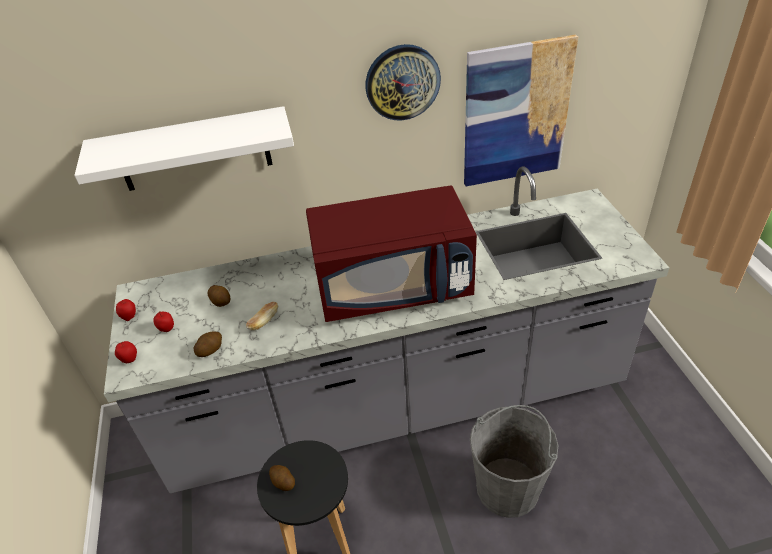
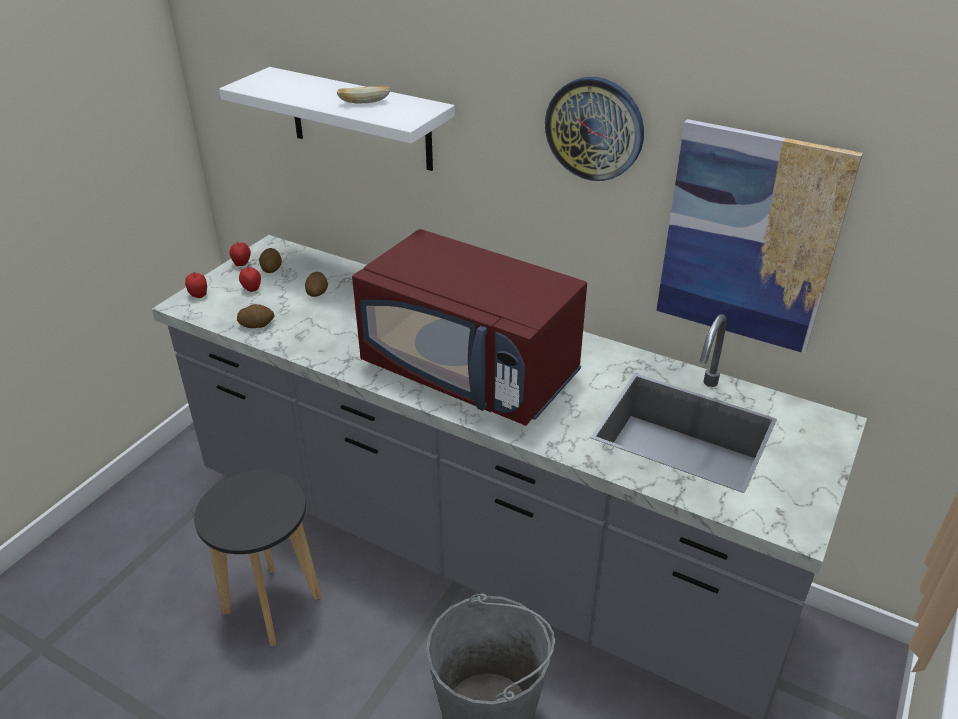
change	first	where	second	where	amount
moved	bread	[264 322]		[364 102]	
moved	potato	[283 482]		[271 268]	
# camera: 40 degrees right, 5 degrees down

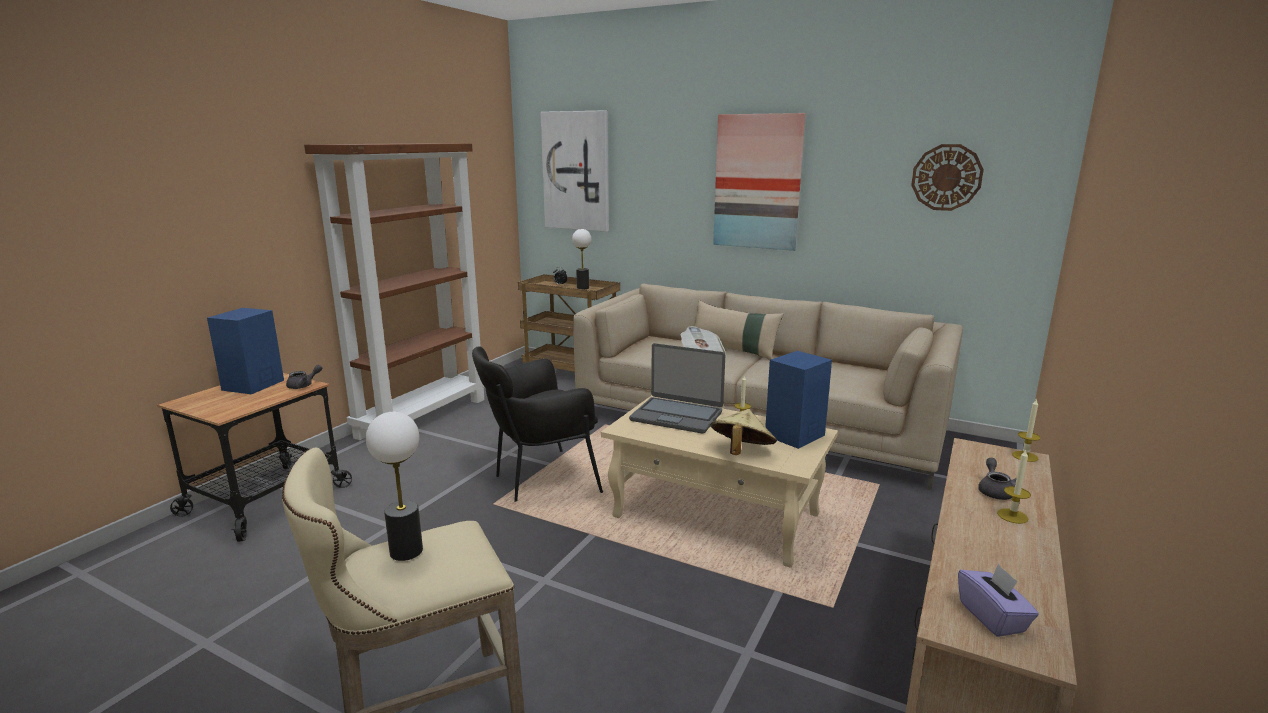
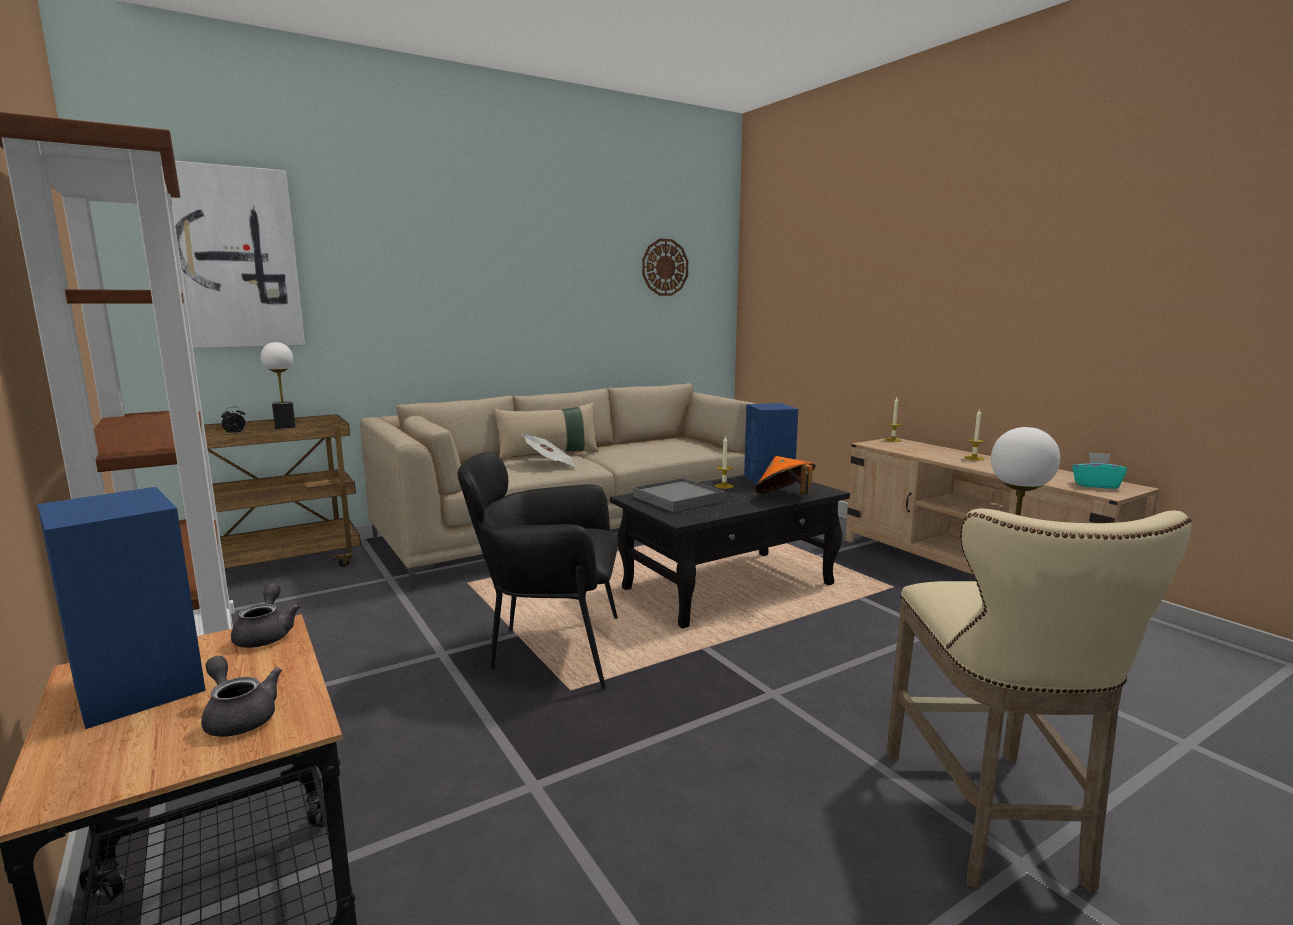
change	first	where	second	where	amount
removed	picture	[757 182]			
replaced	laptop	[677 416]	grey_tray	[678 498]	
turned	black_armchair	[539 480]		[549 649]	90 degrees clockwise
recoloured	beige_coffee_table	[717 516]	black_coffee_table	[729 586]	
recoloured	beige_hat	[741 452]	orange_hat	[784 497]	
moved	grey_teapot	[995 491]		[239 717]	
recoloured	purple_tissue_box	[992 617]	turquoise_tissue_box	[1096 485]	
# camera: 60 degrees left, 5 degrees down

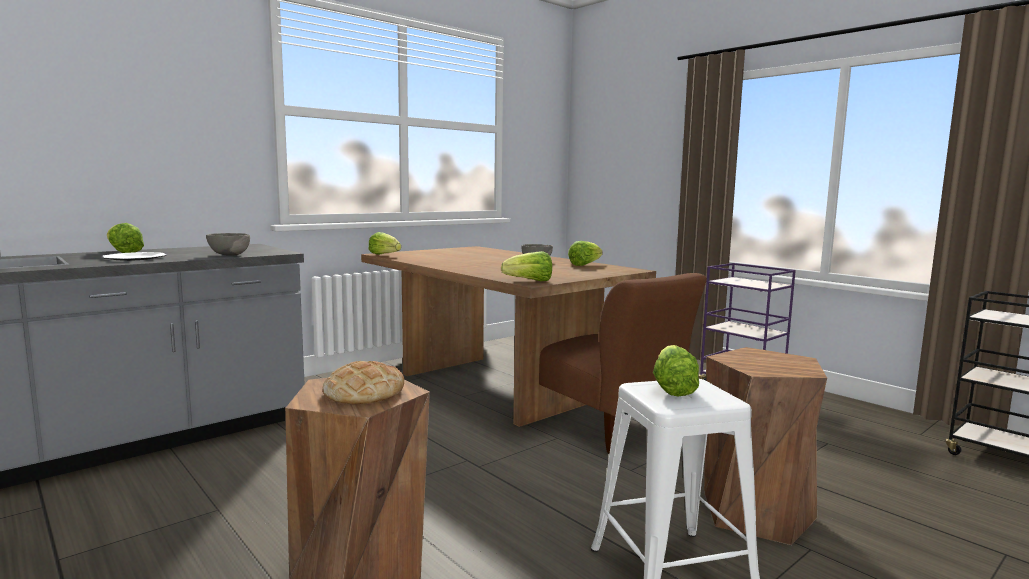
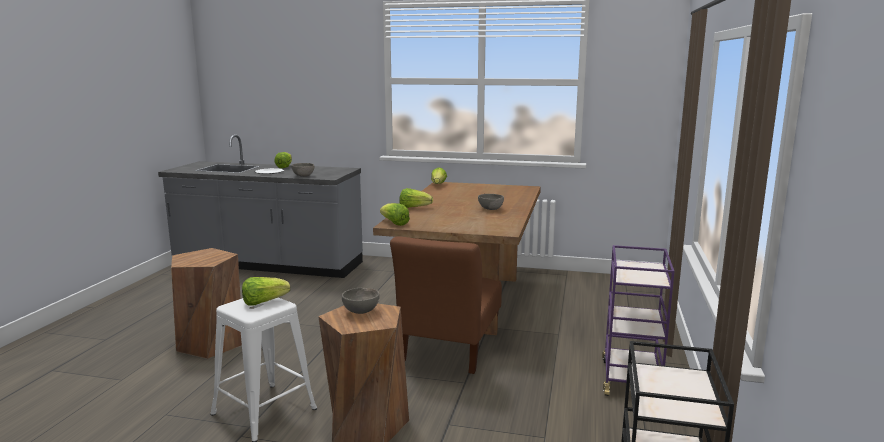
change	first	where	second	where	amount
moved	lettuce	[584 265]		[414 207]	
removed	bread	[364 393]			
added			grey_bowl	[361 312]	
# camera: 55 degrees right, 5 degrees up

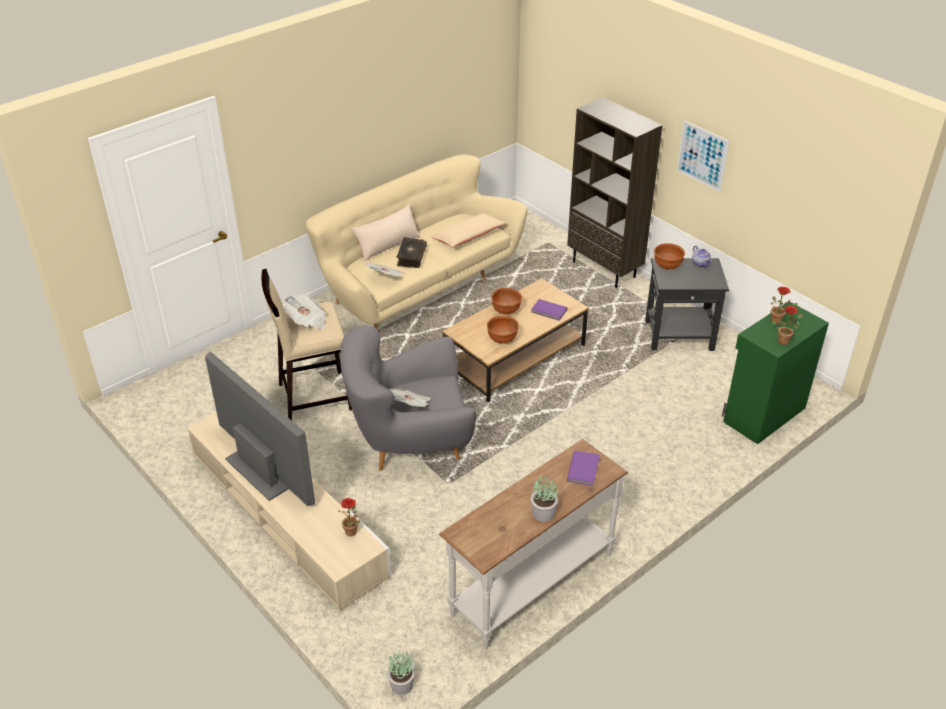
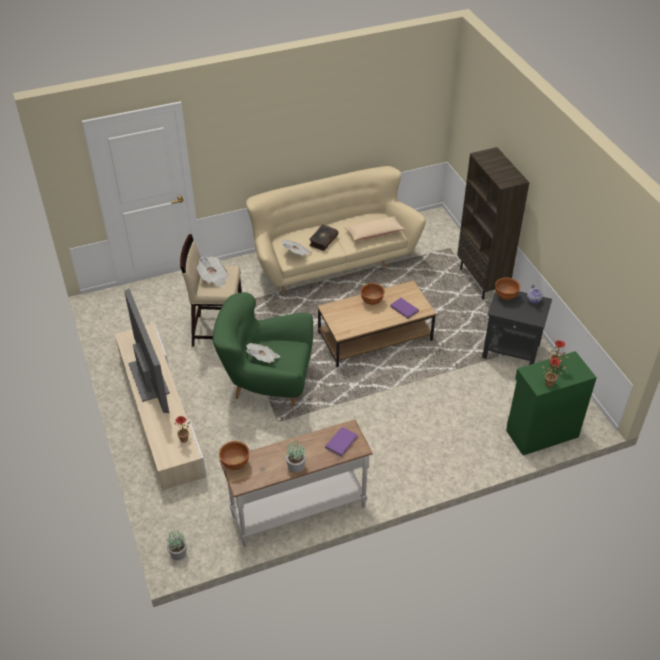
change	first	where	second	where	amount
removed	picture	[702 156]			
removed	beige_pillow	[388 245]			
moved	brown_bowl	[502 340]		[235 463]	
recoloured	grey_armchair	[411 443]	green_armchair	[267 383]	
# camera: 20 degrees right, 5 degrees up

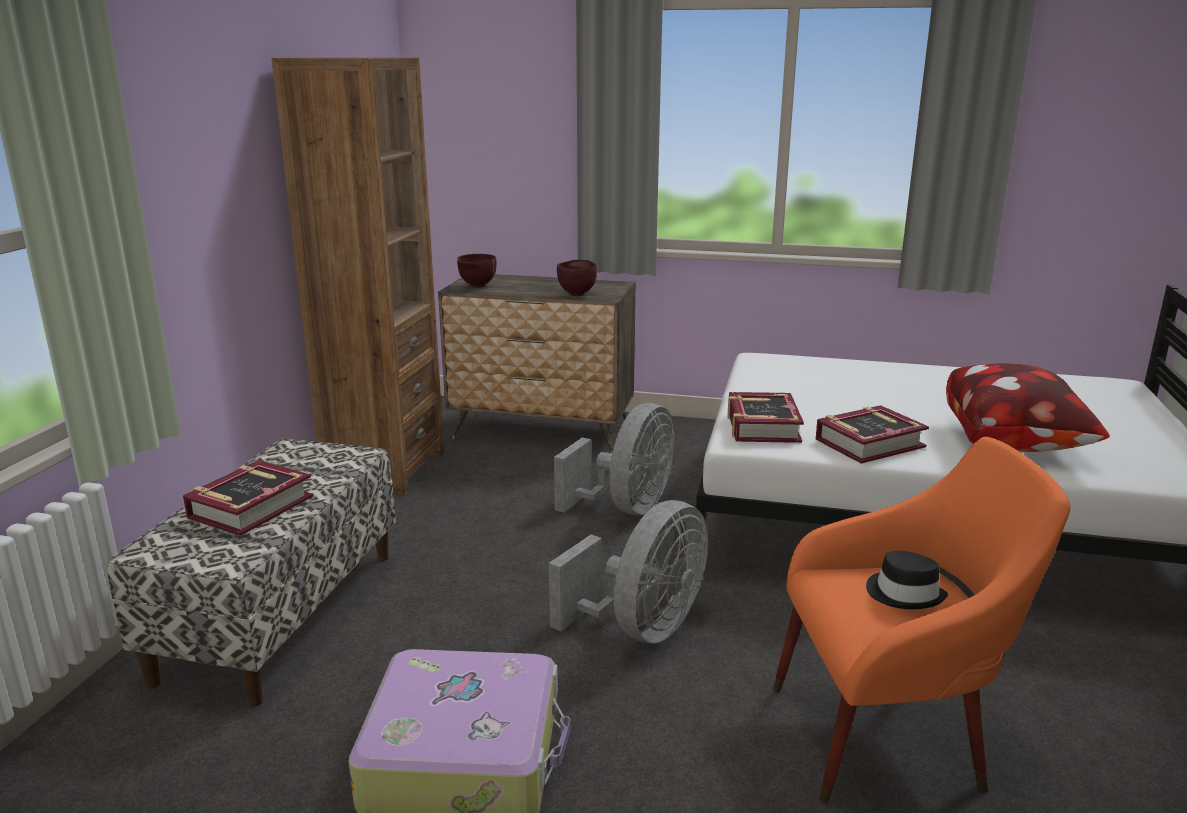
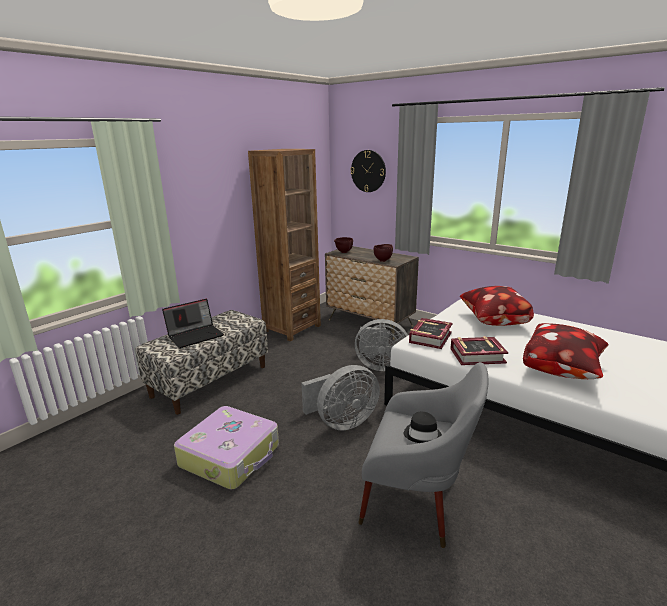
change	first	where	second	where	amount
turned	grey_fan	[627 508]		[379 366]	45 degrees clockwise
recoloured	orange_armchair	[889 734]	grey_armchair	[417 504]	
replaced	book	[250 507]	laptop	[196 335]	
added			wall_clock	[368 171]	
added			pillow	[493 322]	
# camera: 25 degrees right, 0 degrees up

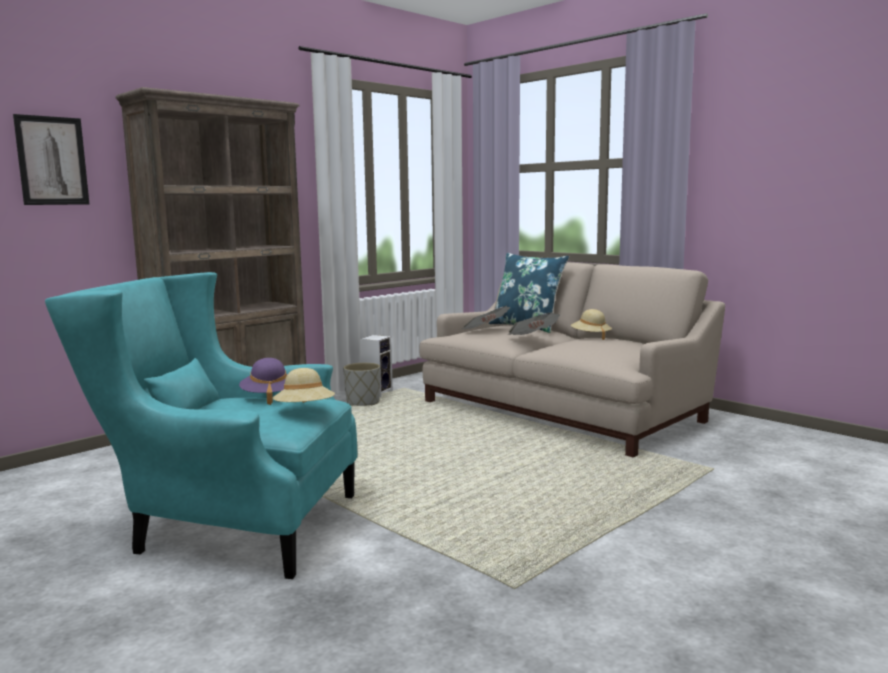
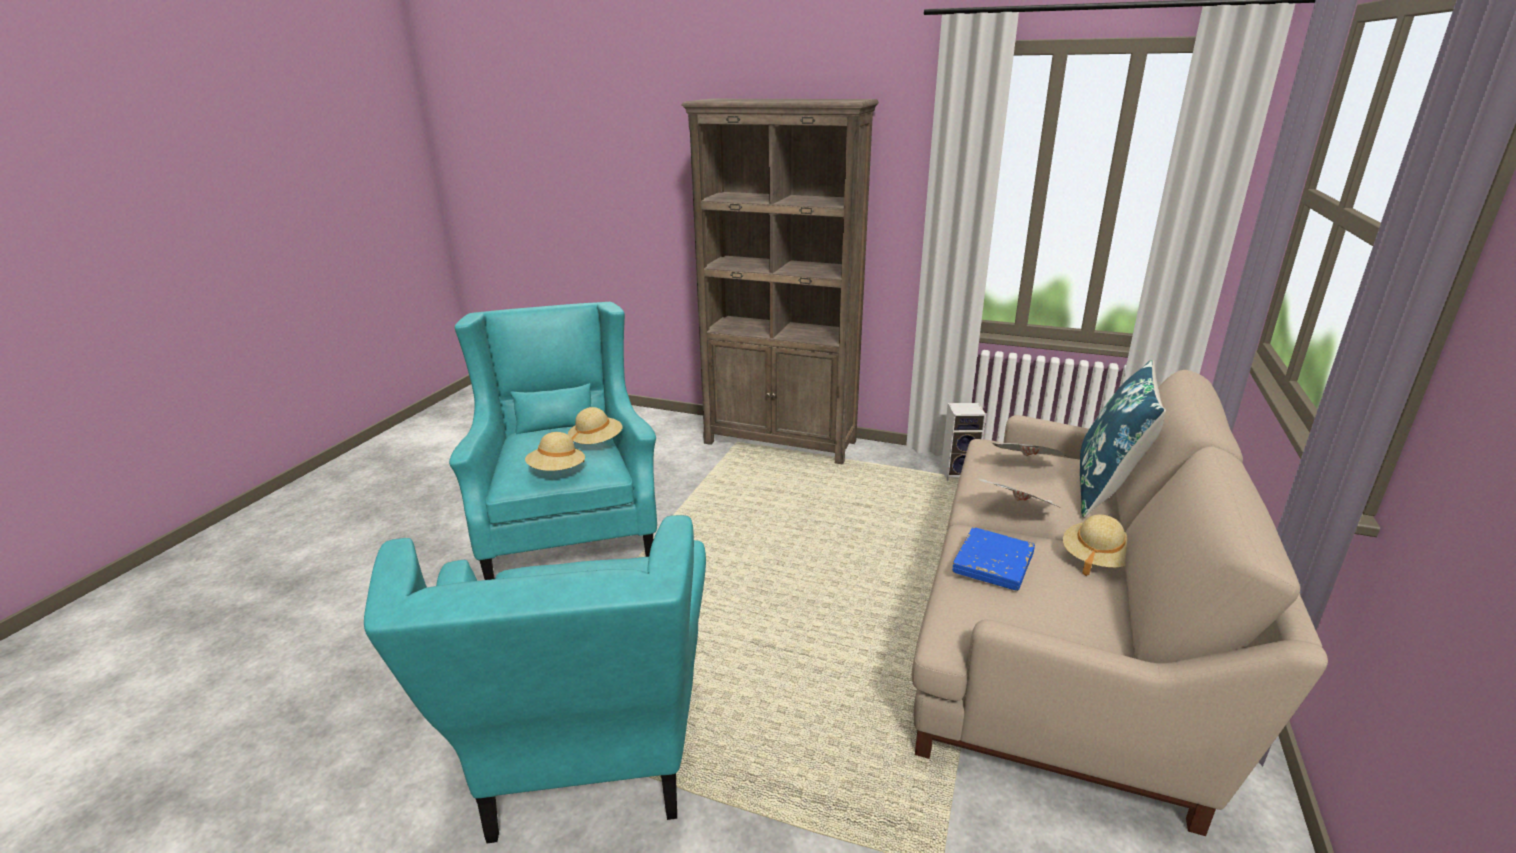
change	first	where	second	where	amount
removed	picture	[52 161]			
recoloured	purple_hat	[269 397]	beige_hat	[596 442]	
removed	grey_planter	[363 403]			
added			turquoise_armchair	[588 760]	
added			blue_book	[993 563]	
# camera: 65 degrees right, 15 degrees up

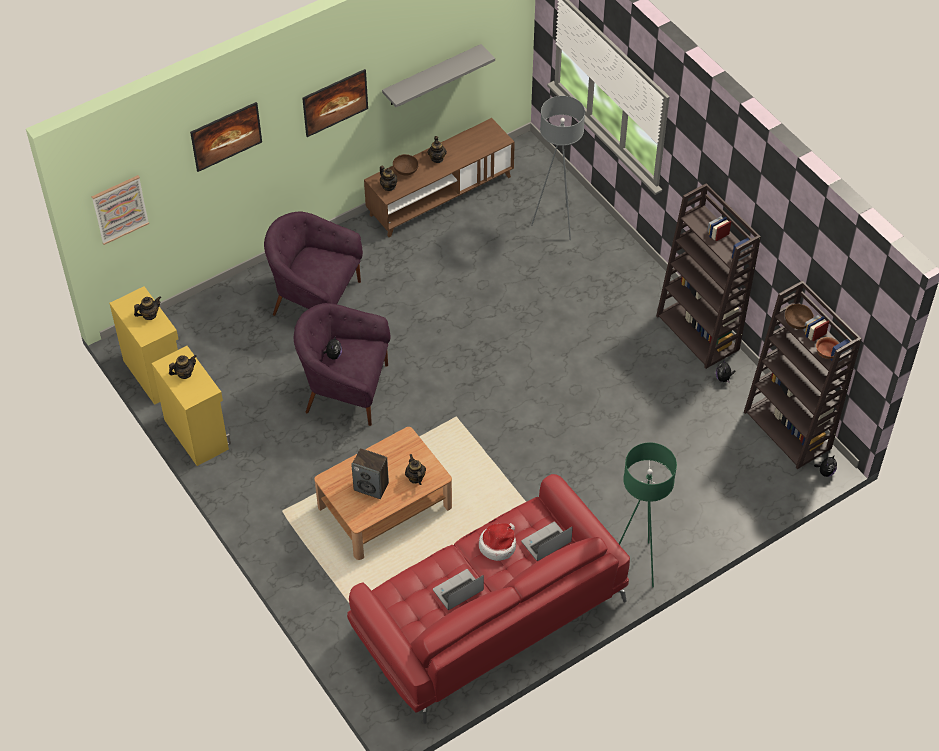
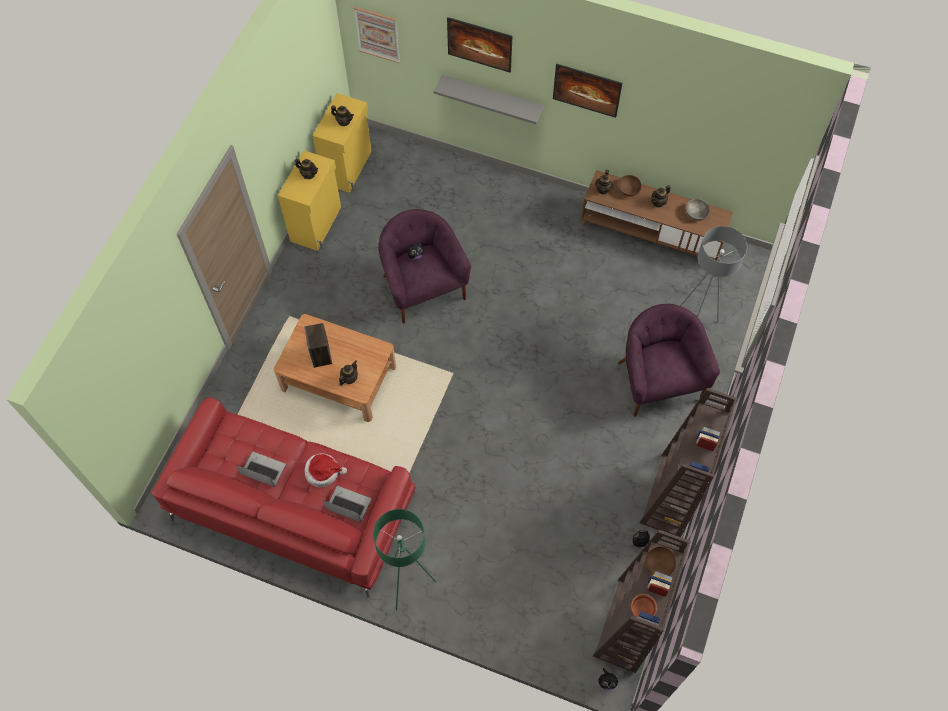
change	first	where	second	where	amount
moved	grey_shelf	[432 75]		[492 97]	
moved	purple_armchair	[315 298]		[658 381]	
added			grey_bowl	[696 214]	
# camera: 55 degrees right, 10 degrees up

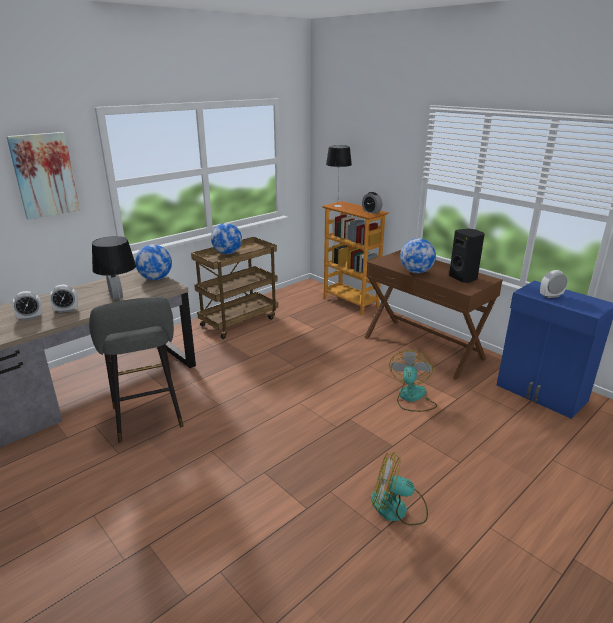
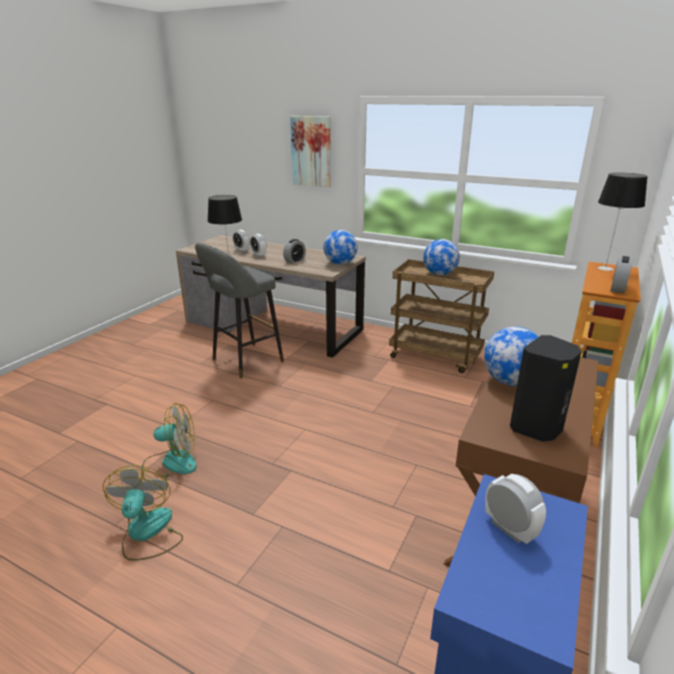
change	first	where	second	where	amount
moved	fan	[412 398]		[170 464]	
# camera: 70 degrees right, 0 degrees up

